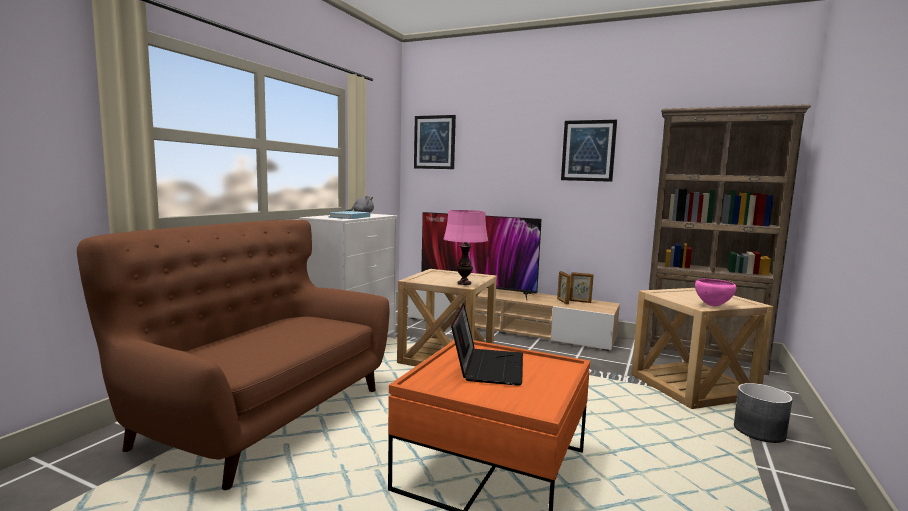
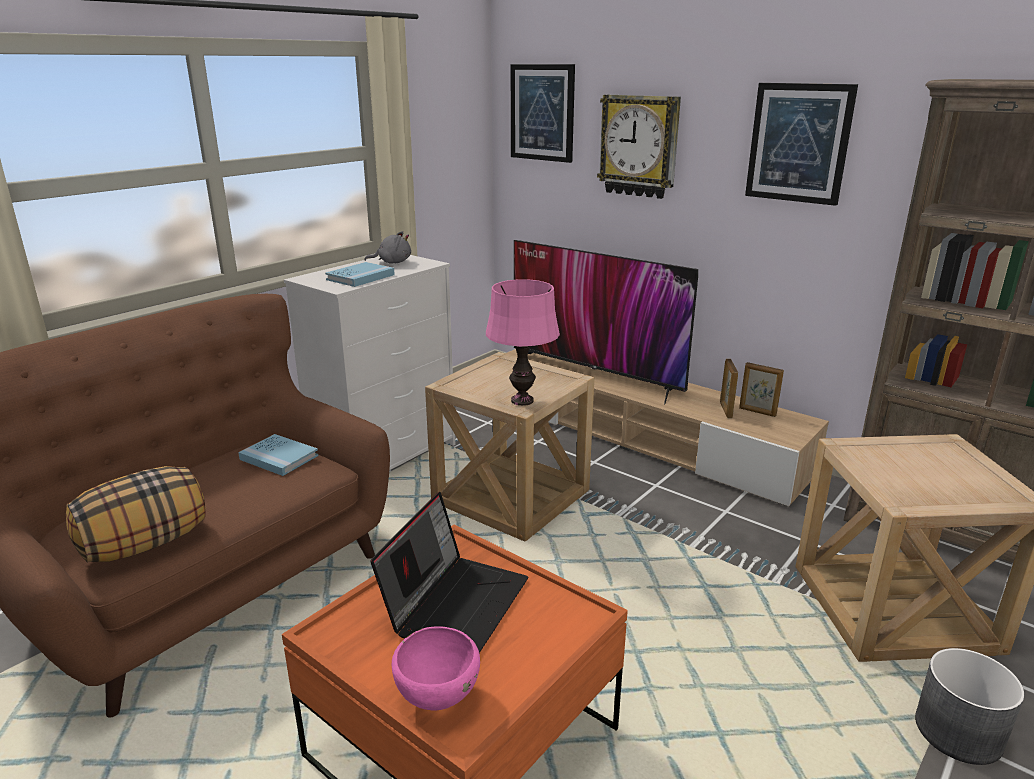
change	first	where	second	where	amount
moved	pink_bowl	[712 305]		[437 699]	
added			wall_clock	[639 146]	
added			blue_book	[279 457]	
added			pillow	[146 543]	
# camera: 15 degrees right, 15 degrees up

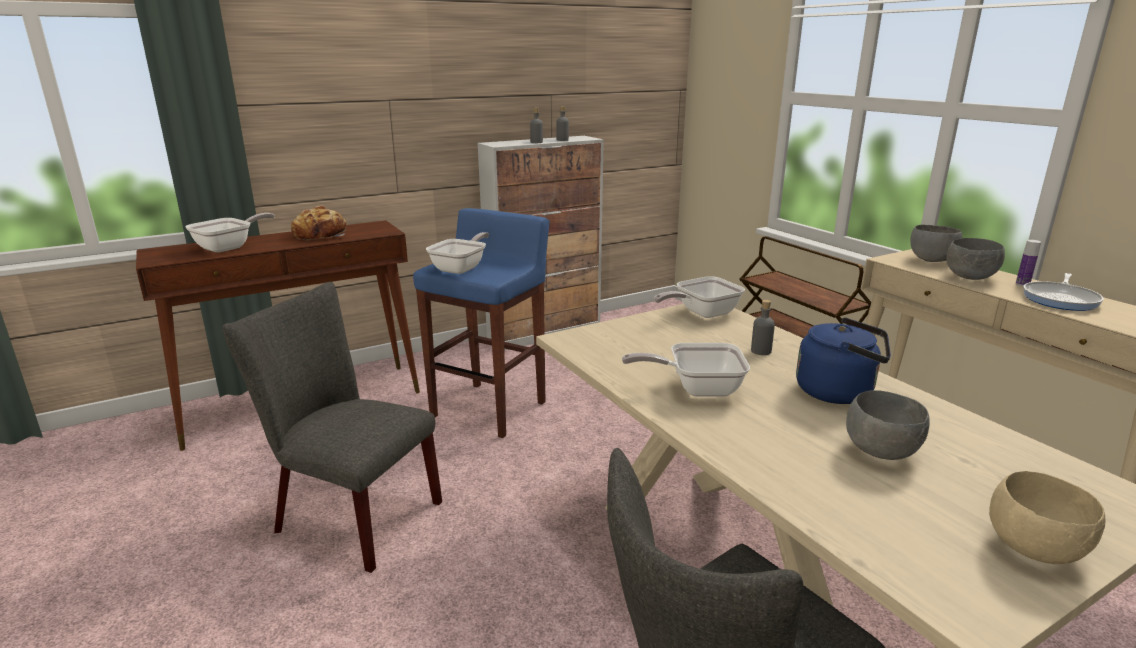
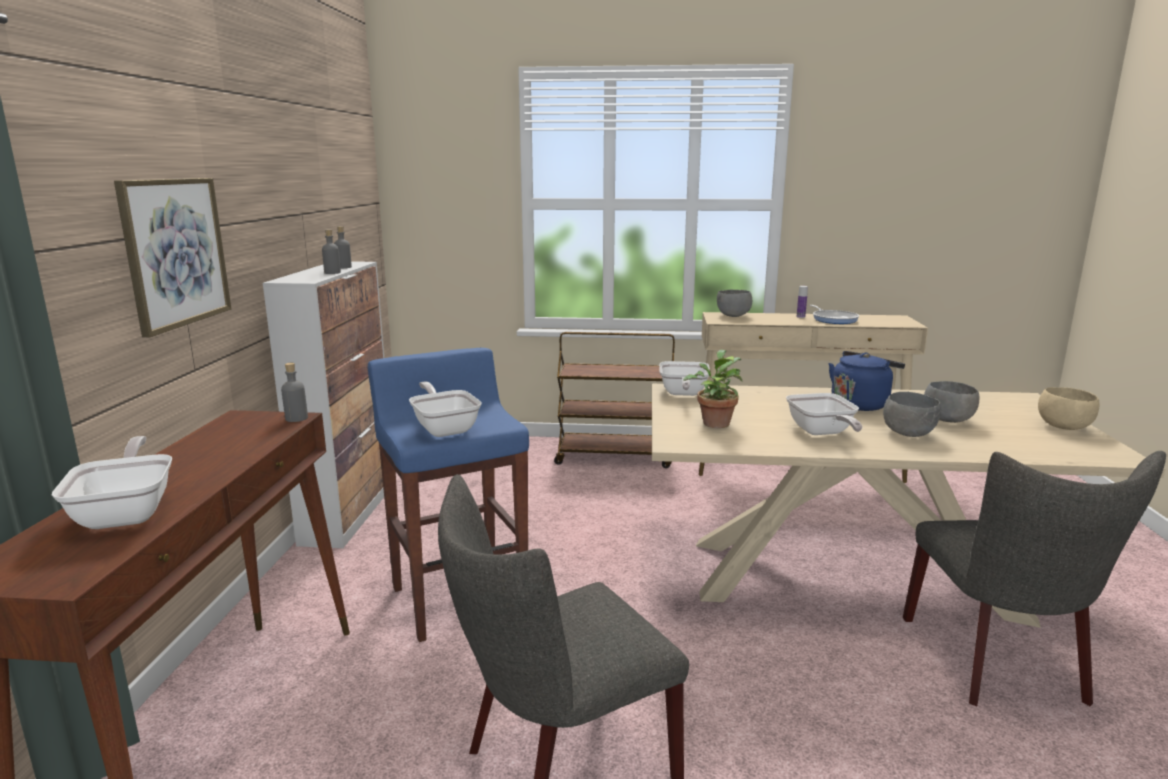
change	first	where	second	where	amount
removed	bread	[321 235]			
moved	grey_bowl	[971 278]		[909 434]	
moved	grey_bottle	[761 351]		[296 418]	
turned	frying_pan	[696 388]		[822 433]	45 degrees counterclockwise
added			picture	[175 252]	
added			potted_plant	[715 422]	
# camera: 55 degrees left, 5 degrees down

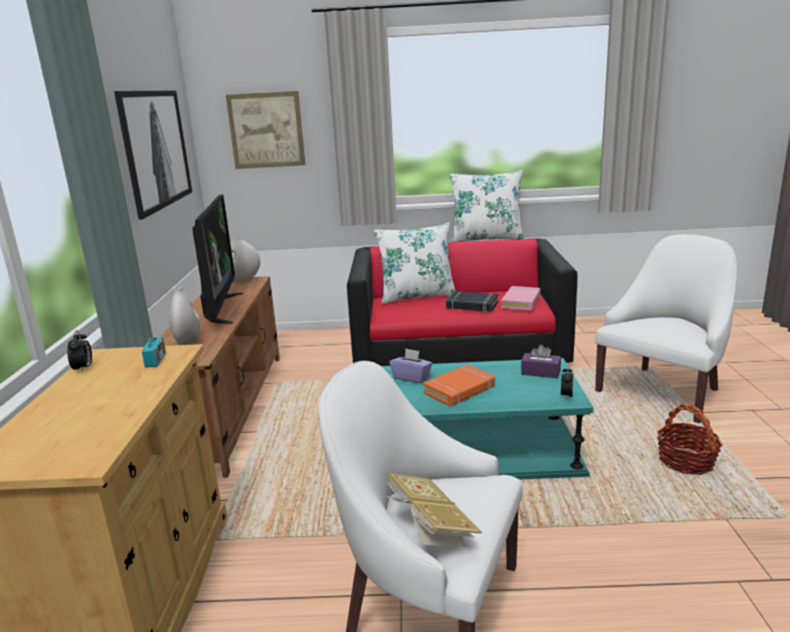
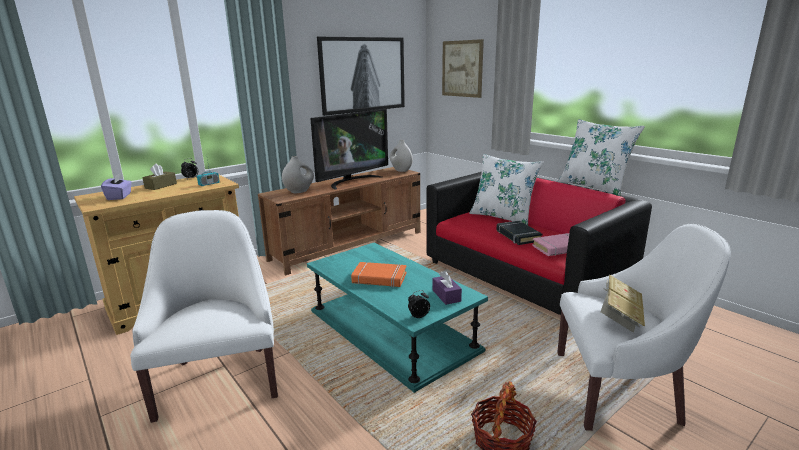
change	first	where	second	where	amount
moved	purple_tissue_box	[411 377]		[119 196]	
moved	book	[429 528]		[620 316]	
added			brown_tissue_box	[161 186]	
# camera: 50 degrees right, 0 degrees up

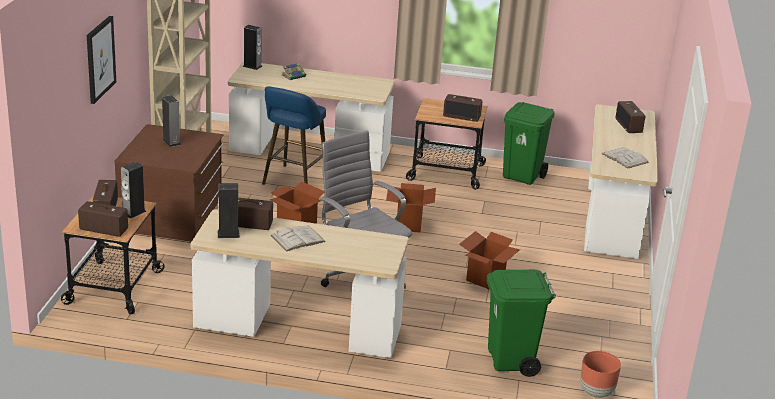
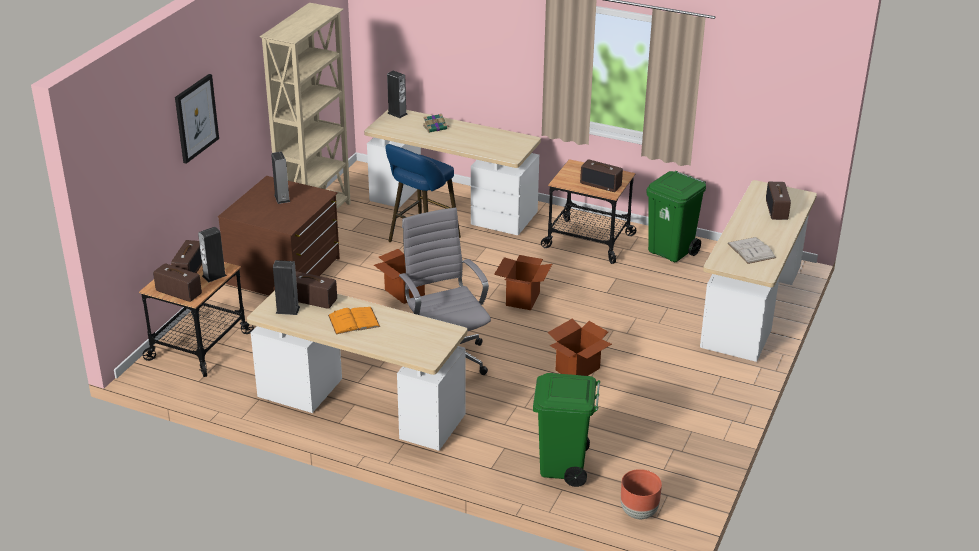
change	first	where	second	where	amount
recoloured	white_book	[298 238]	orange_book	[354 321]	
# camera: 15 degrees right, 5 degrees up

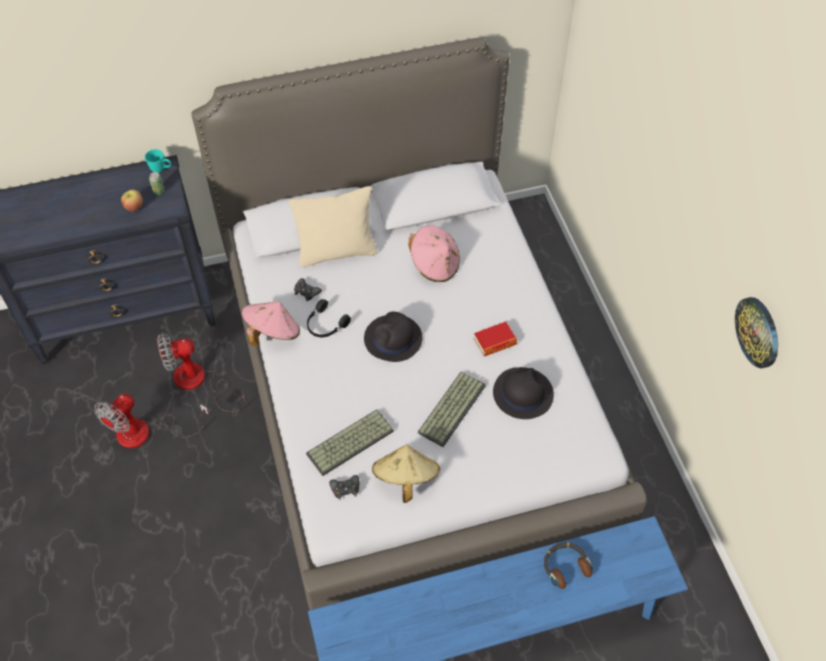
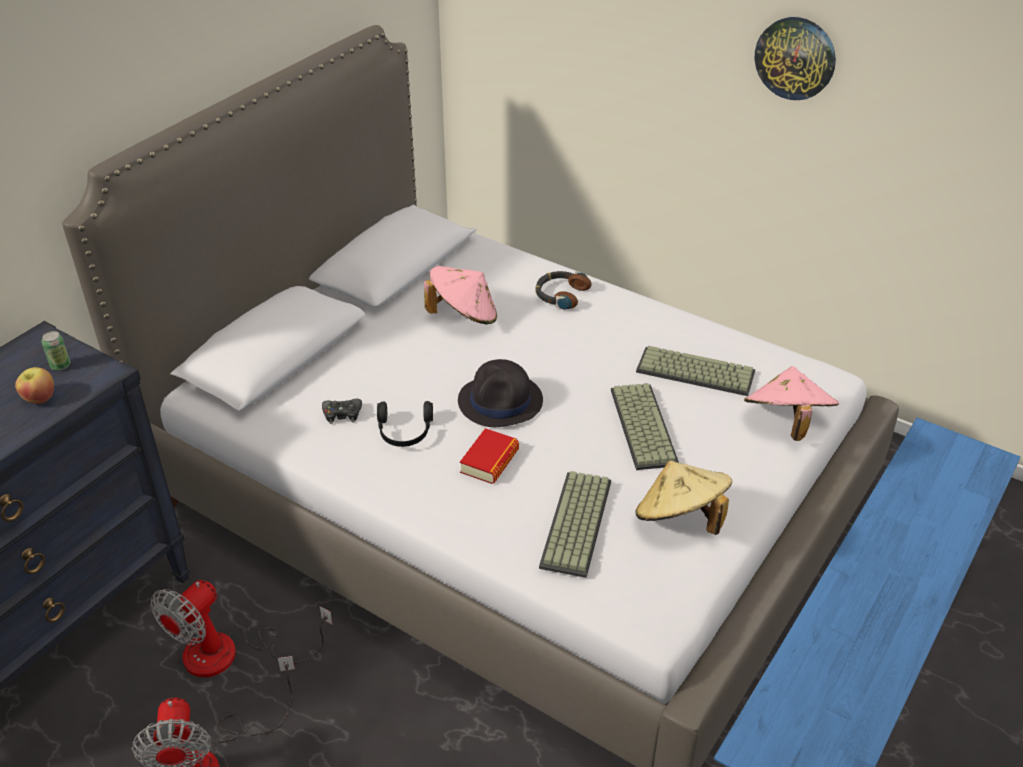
change	first	where	second	where	amount
removed	turquoise_mug	[161 169]			
removed	beige_pillow	[337 252]			
moved	wall_clock	[758 332]		[795 58]	
moved	pink_hat	[272 333]		[786 423]	
moved	book	[495 342]		[489 461]	
replaced	black_hat	[522 393]	keyboard	[693 373]	
removed	black_game_controller	[345 488]			
moved	headphones	[565 566]		[560 294]	
# camera: 40 degrees left, 15 degrees down

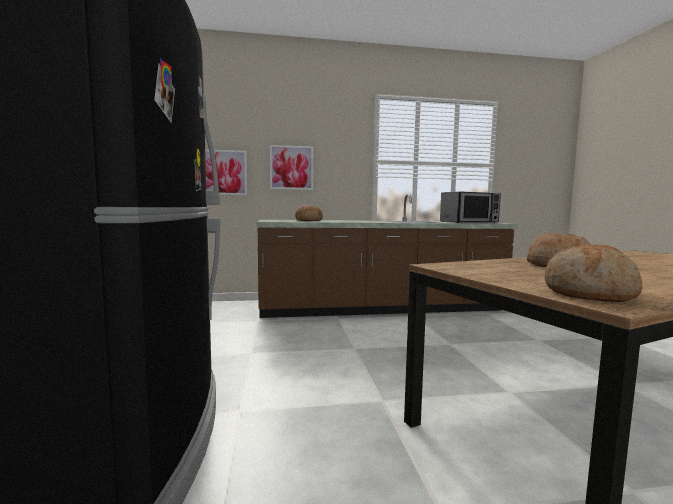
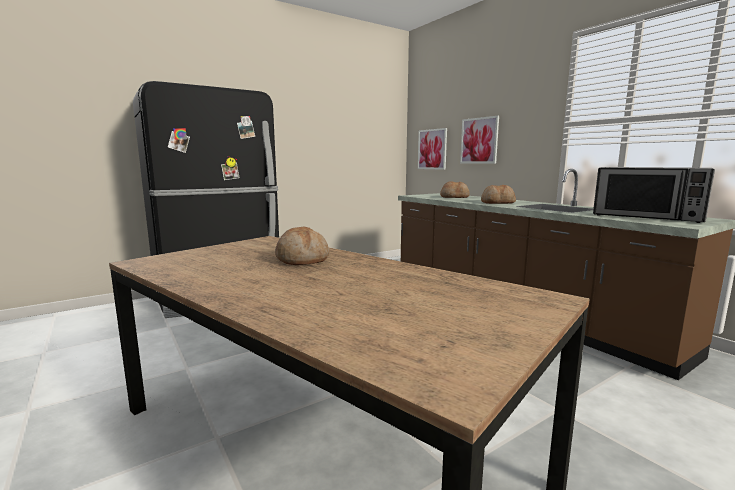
change	first	where	second	where	amount
moved	bread	[589 293]		[497 203]	
# camera: 65 degrees right, 5 degrees up

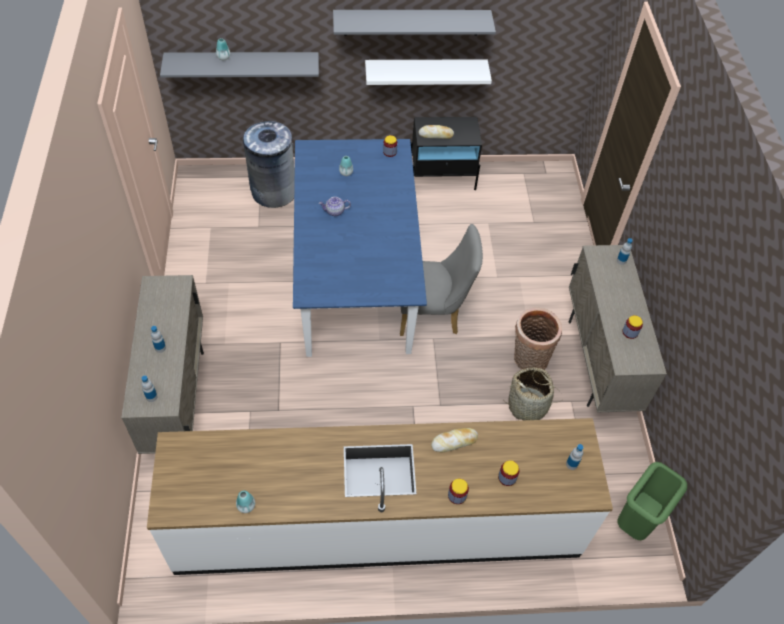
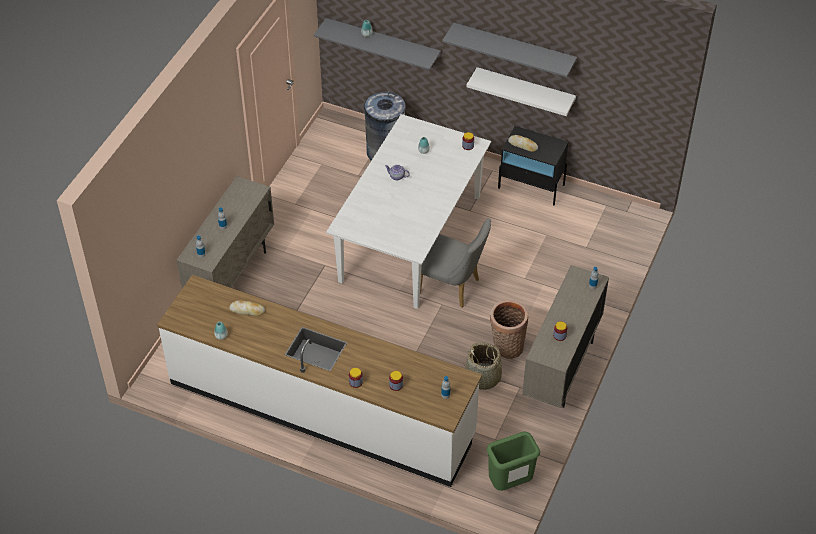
change	first	where	second	where	amount
recoloured	blue_dining_table	[356 276]	white_dining_table	[411 239]	
moved	bread	[454 442]		[247 310]	
# camera: 30 degrees right, 5 degrees down

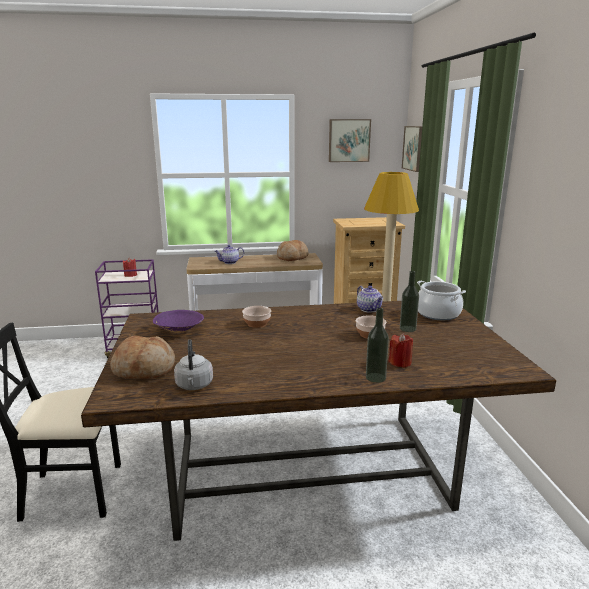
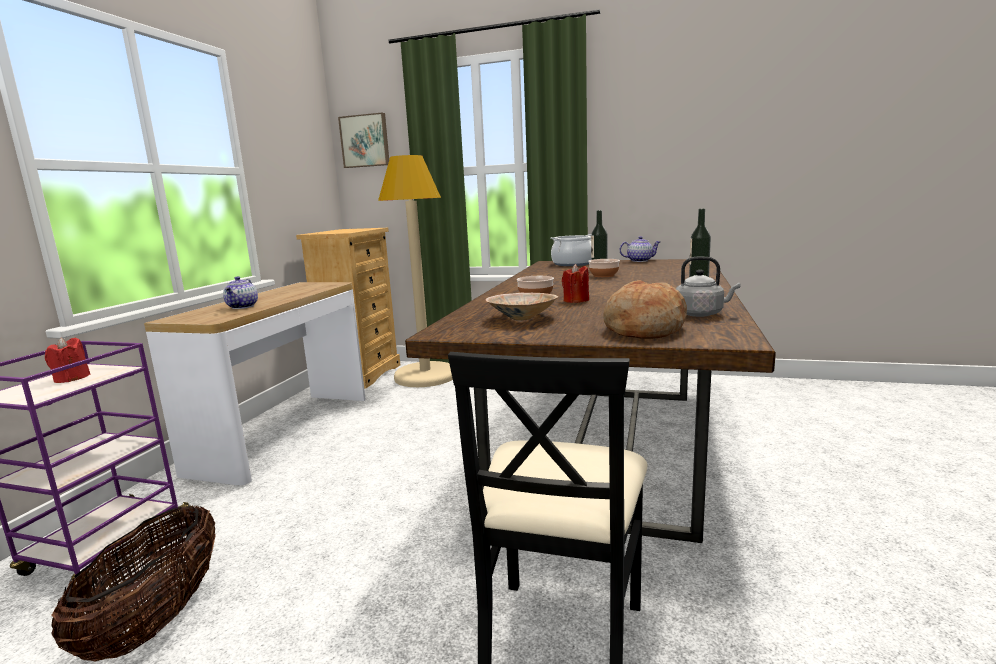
change	first	where	second	where	amount
removed	picture	[349 140]			
removed	bread	[292 258]			
moved	teapot	[369 309]		[639 260]	
recoloured	purple_bowl	[180 331]	beige_bowl	[522 318]	
moved	red_candle	[400 362]		[576 301]	
added			basket	[157 620]	
# camera: 65 degrees left, 5 degrees down

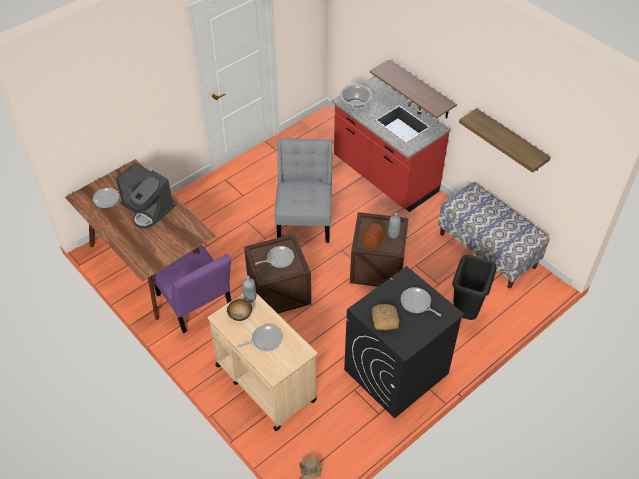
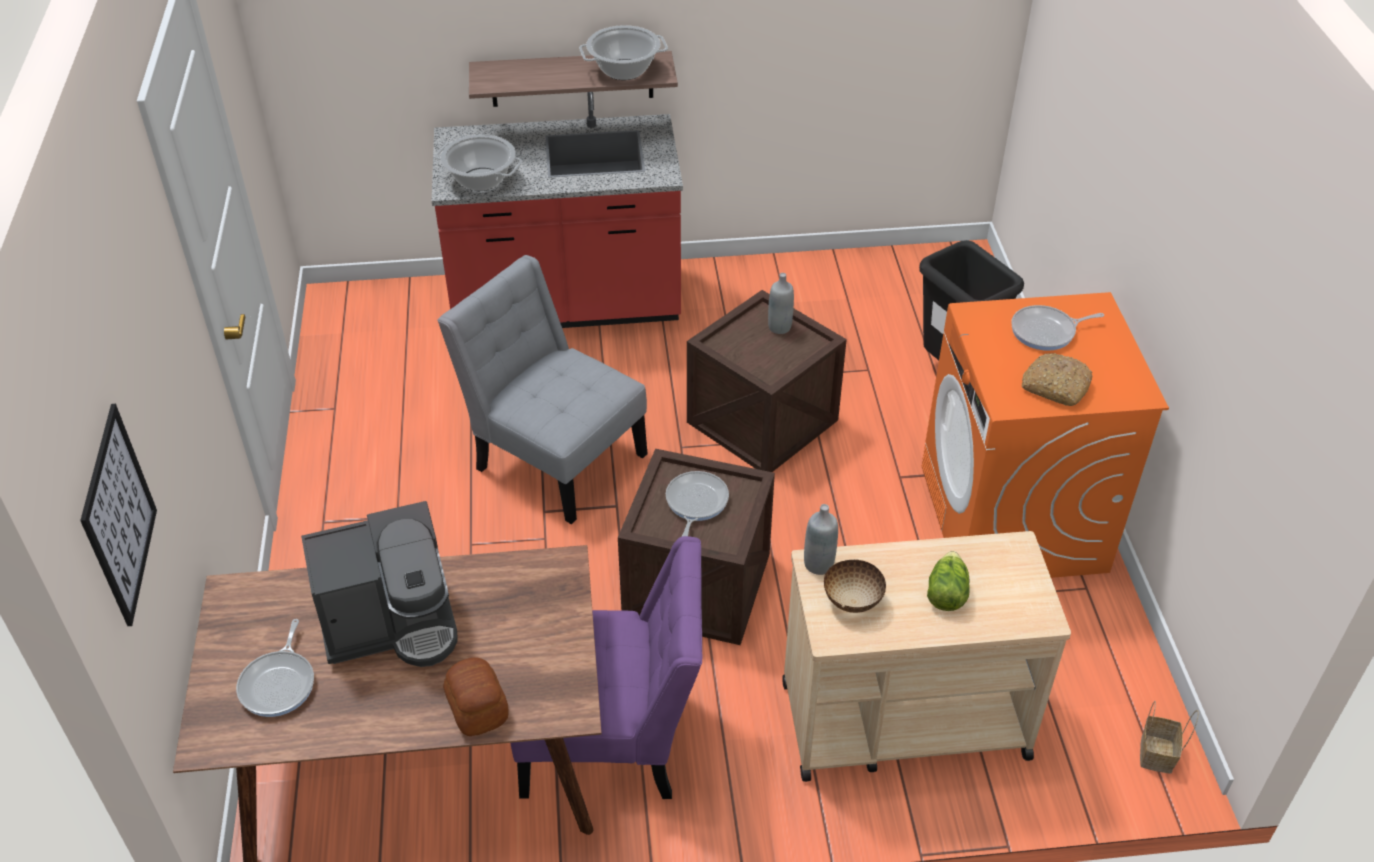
change	first	where	second	where	amount
removed	shelf	[510 141]			
removed	bench	[487 250]			
moved	bread	[373 240]		[478 707]	
recoloured	black_washing_machine	[396 372]	orange_washing_machine	[1013 519]	
replaced	frying_pan	[264 340]	lettuce	[946 592]	
added			cooking_pot	[624 70]	
added			picture	[119 515]	
# camera: 55 degrees left, 5 degrees down

